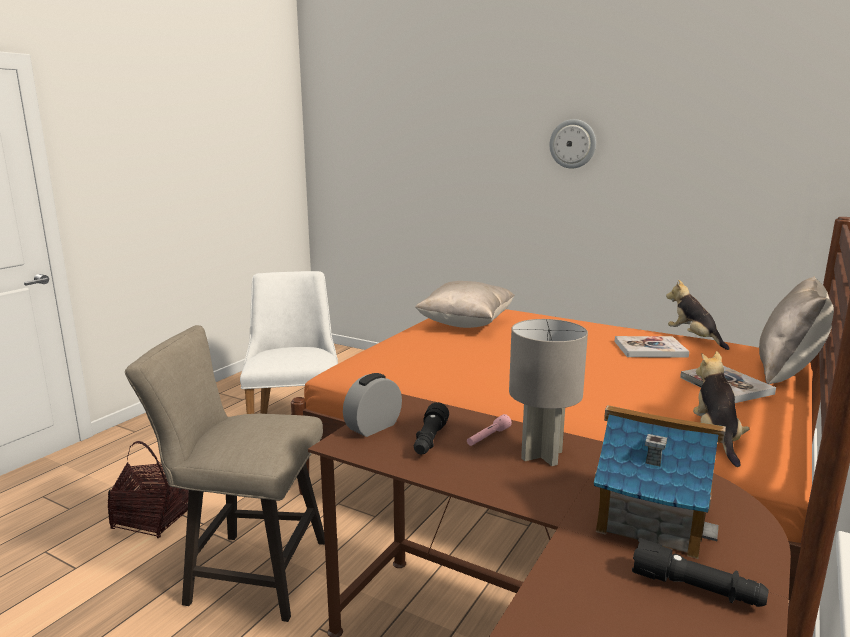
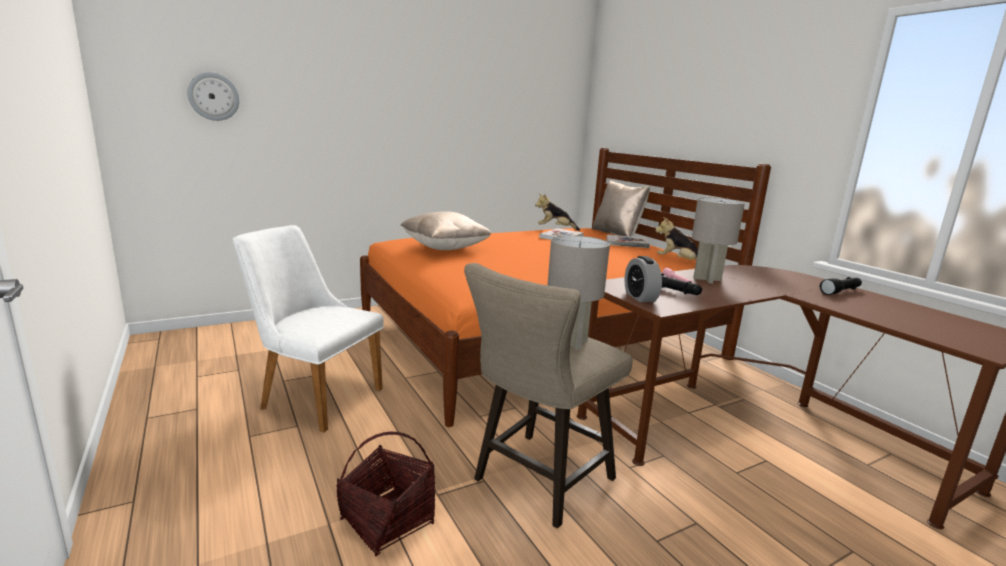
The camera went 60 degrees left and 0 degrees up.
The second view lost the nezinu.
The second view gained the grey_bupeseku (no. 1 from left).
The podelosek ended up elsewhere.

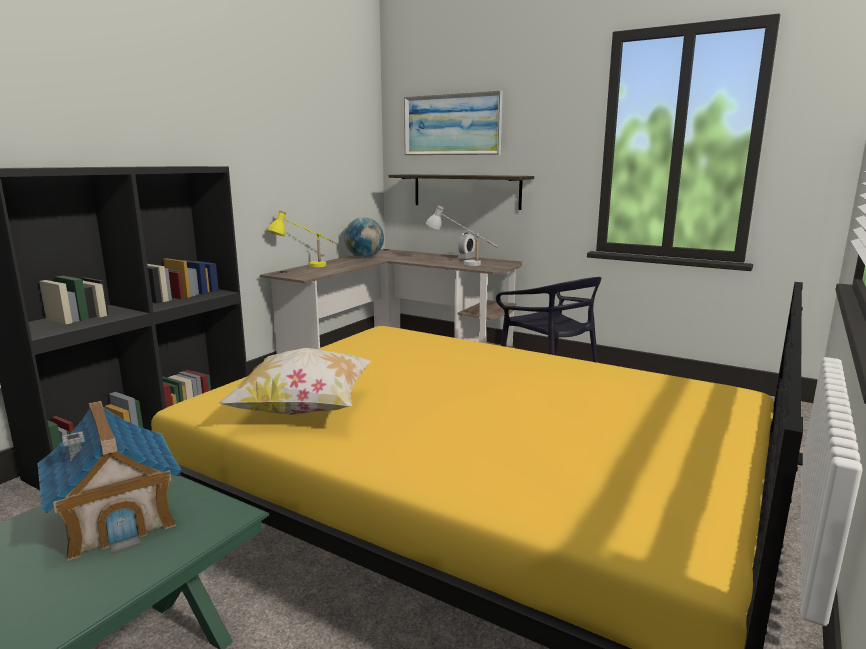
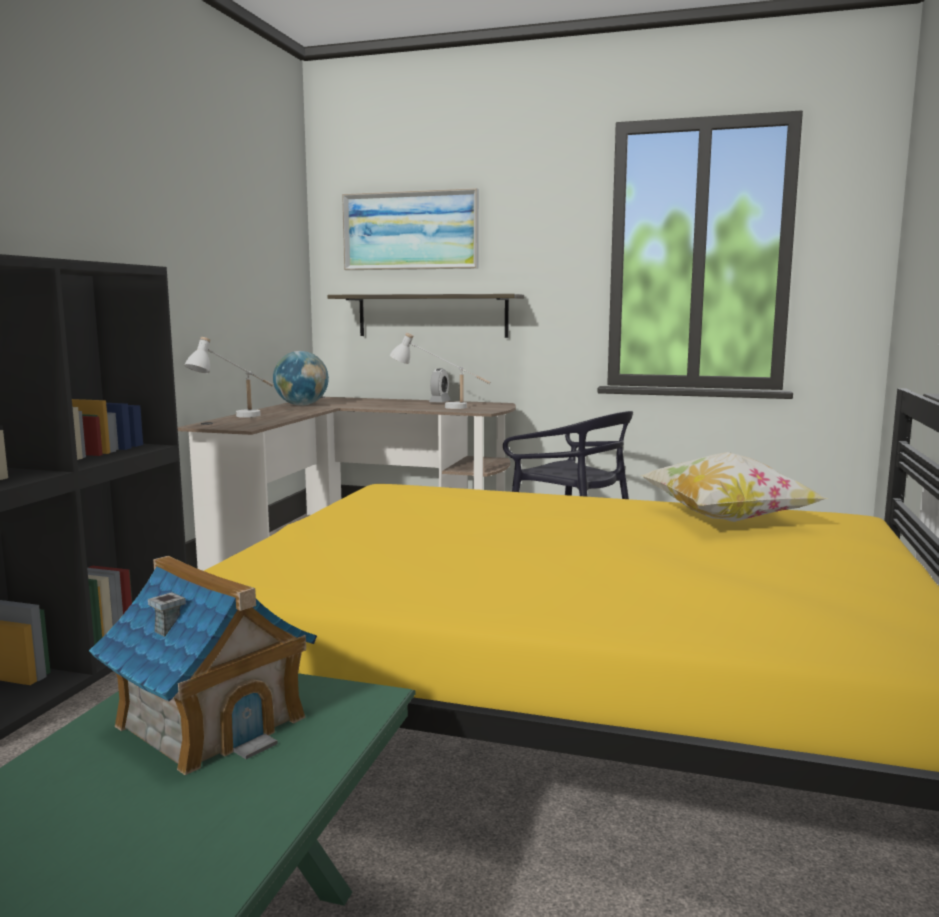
The camera went 15 degrees left and 5 degrees down.
The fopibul ended up elsewhere.
What was the yellow_bupeseku turned into the white_bupeseku (no. 1 from left).

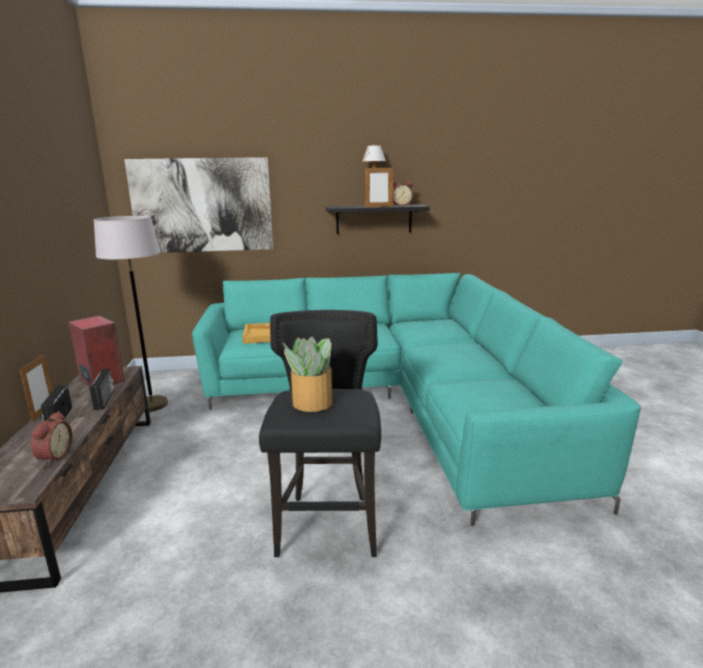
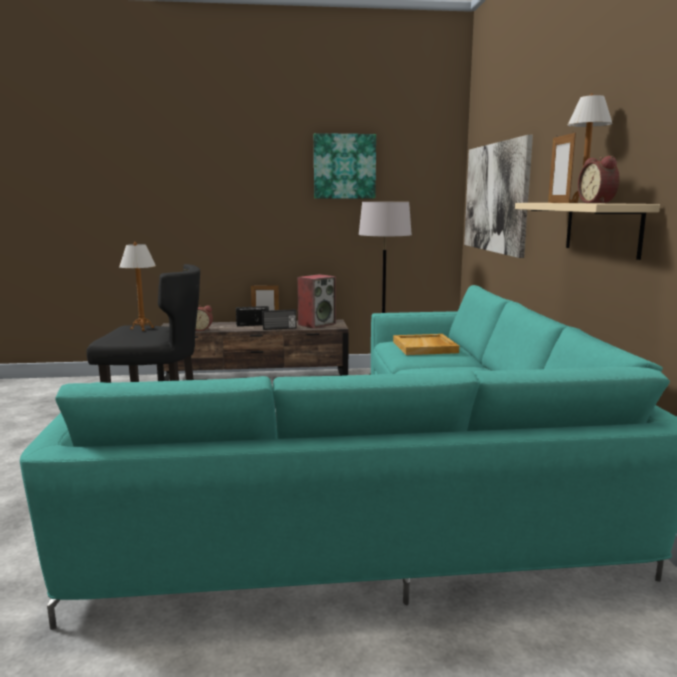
The camera went 90 degrees right and 5 degrees down.
The second view gained the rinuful (no. 1 from left).
Where the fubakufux stood, the bupeseku (no. 1 from left) came to stand.
What was the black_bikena turned into the beige_bikena.

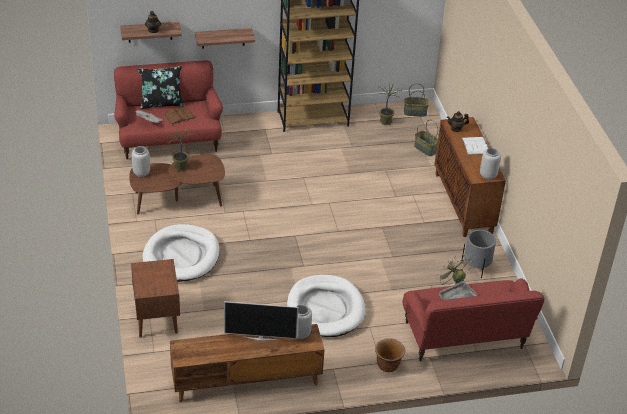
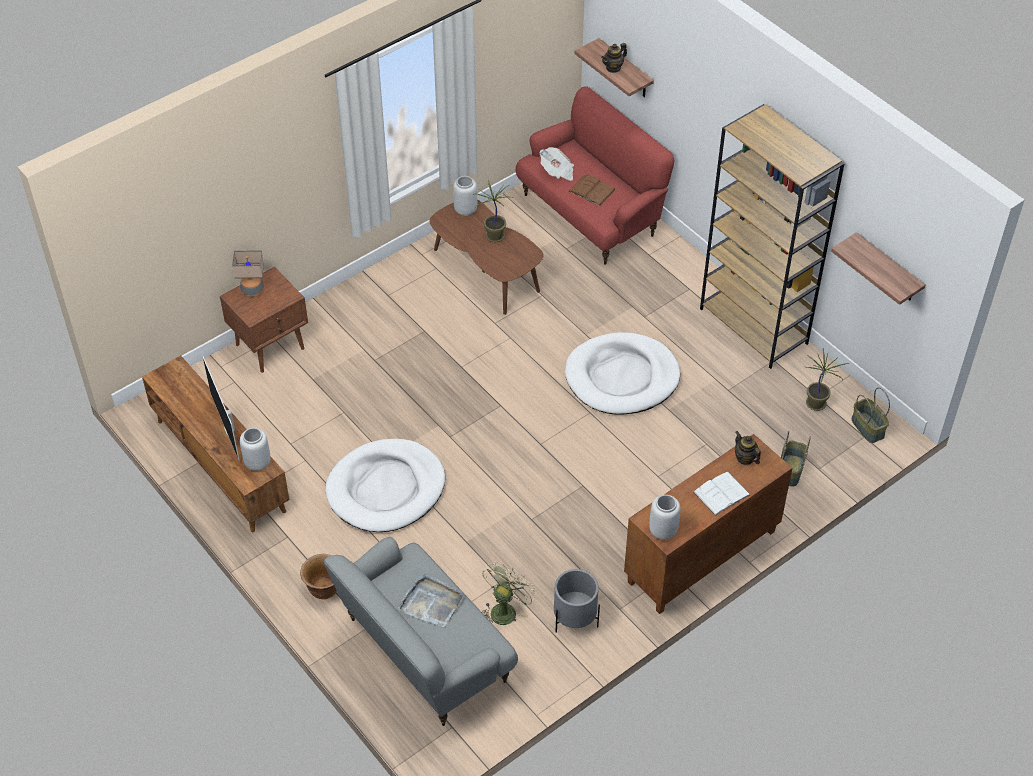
The camera went 65 degrees right and 10 degrees up.
The second view lost the black_fopibul.
The second view gained the bupeseku.
The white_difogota (no. 1 from left in the first image) ended up elsewhere.
The bikena (no. 2 from left) ended up elsewhere.
What was the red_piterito (no. 2 from left) turned into the grey_piterito.

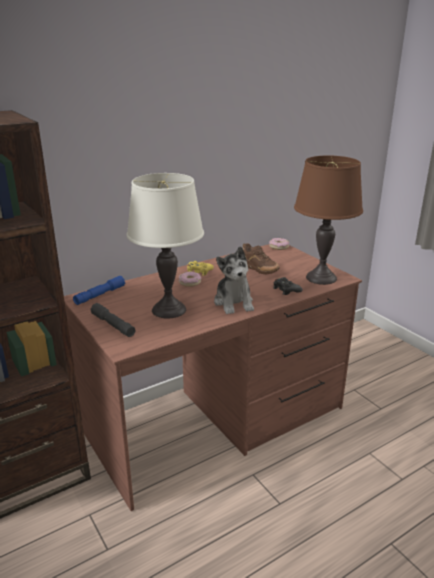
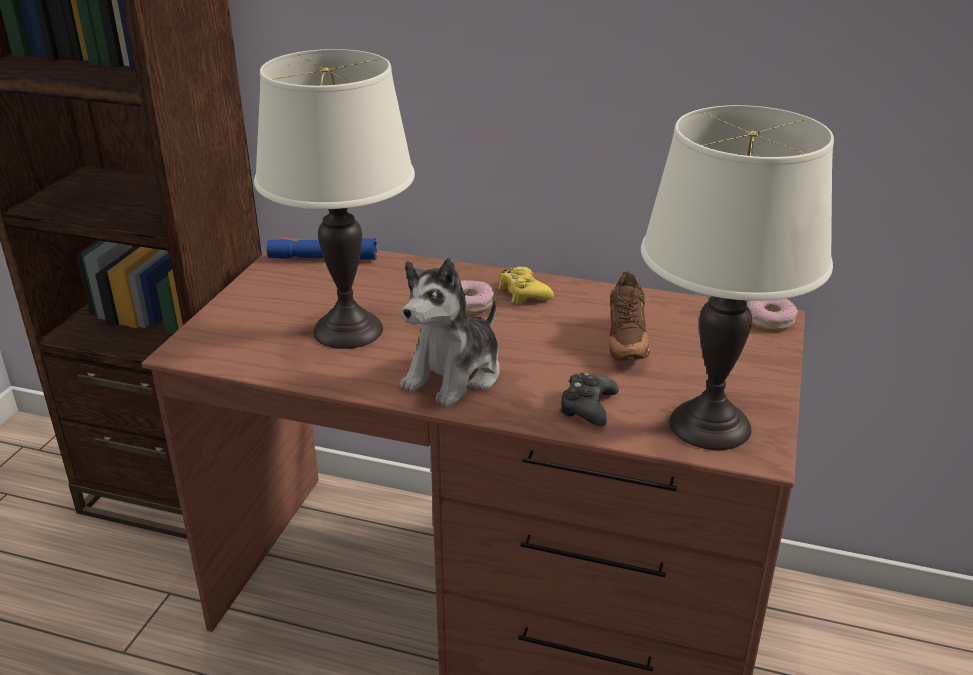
The camera went 50 degrees right and 5 degrees up.
The second view lost the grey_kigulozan.
What was the brown_bupeseku turned into the white_bupeseku (no. 2 from left).

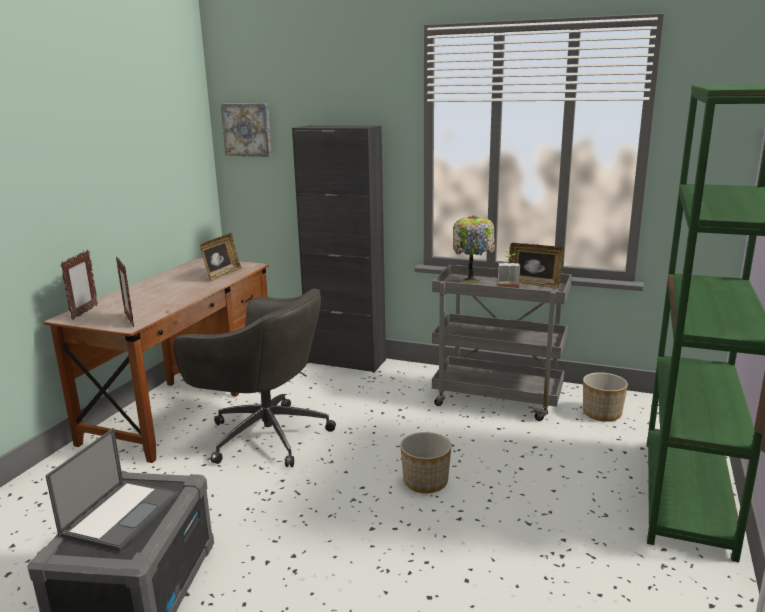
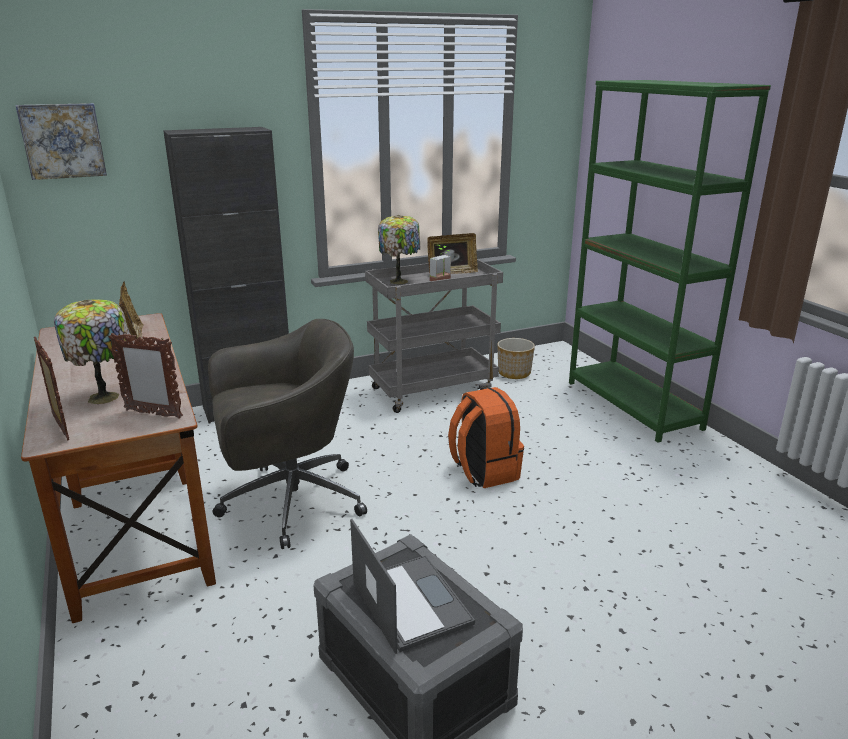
The camera went 45 degrees left and 5 degrees up.
The second view gained the bupeseku (no. 1 from left).
Where the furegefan (no. 1 from left) stood, the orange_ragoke came to stand.

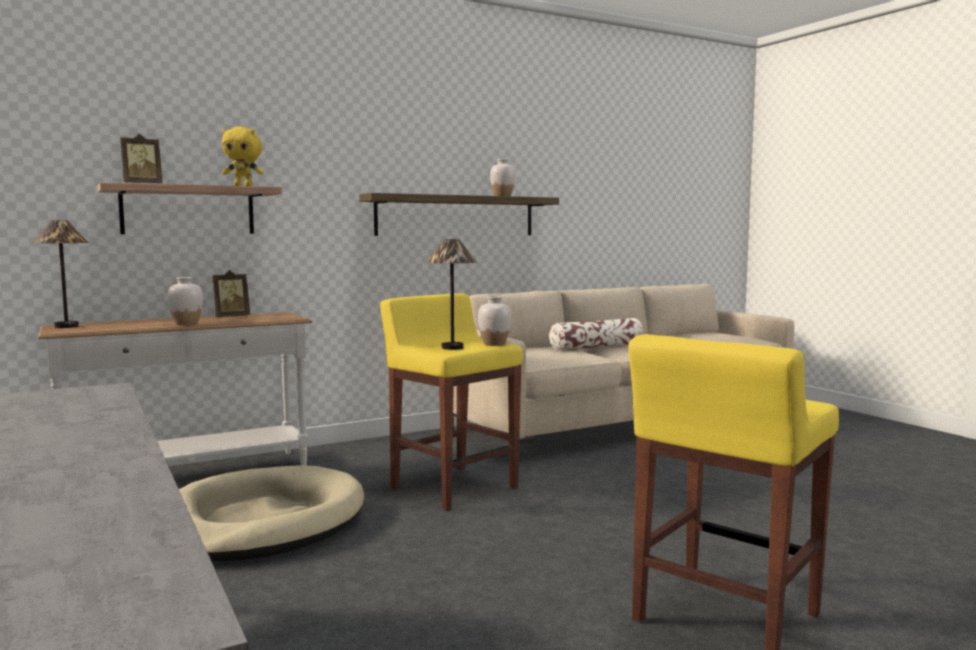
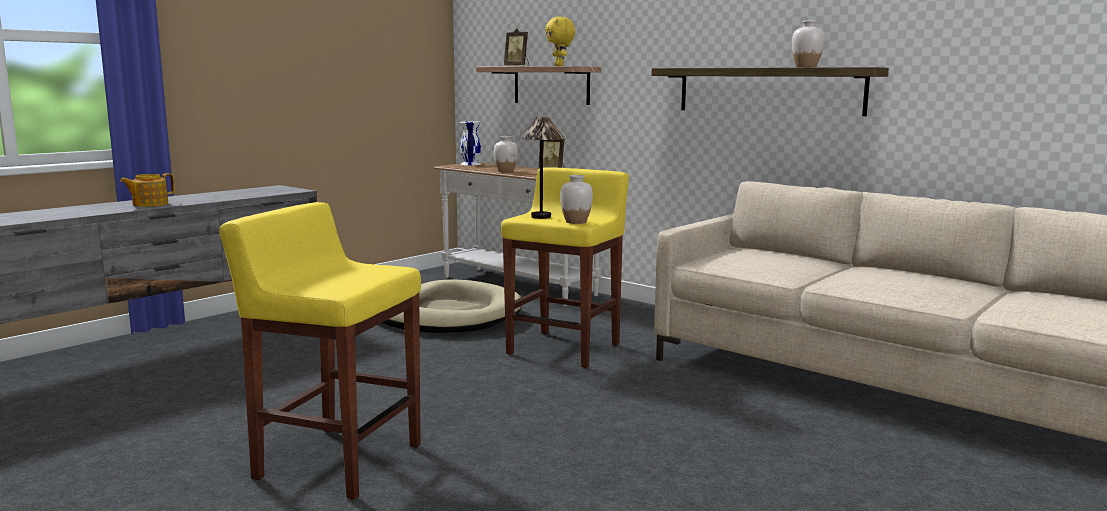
The camera went 70 degrees right and 5 degrees up.
The second view lost the fopibul.
The second view gained the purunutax.
Where the bupeseku (no. 1 from left) stood, the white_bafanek (no. 1 from left) came to stand.

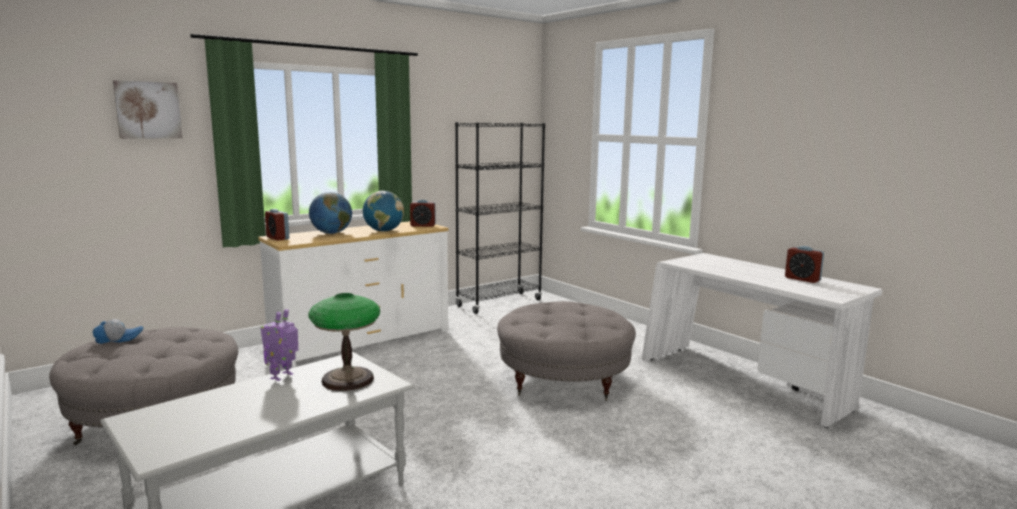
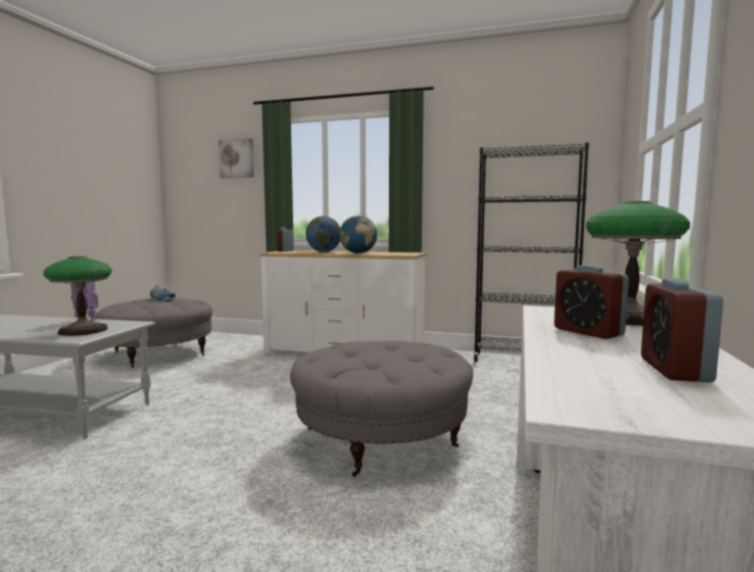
The camera went 55 degrees right and 5 degrees down.
The second view gained the bupeseku (no. 2 from left).
The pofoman (no. 2 from left) ended up elsewhere.

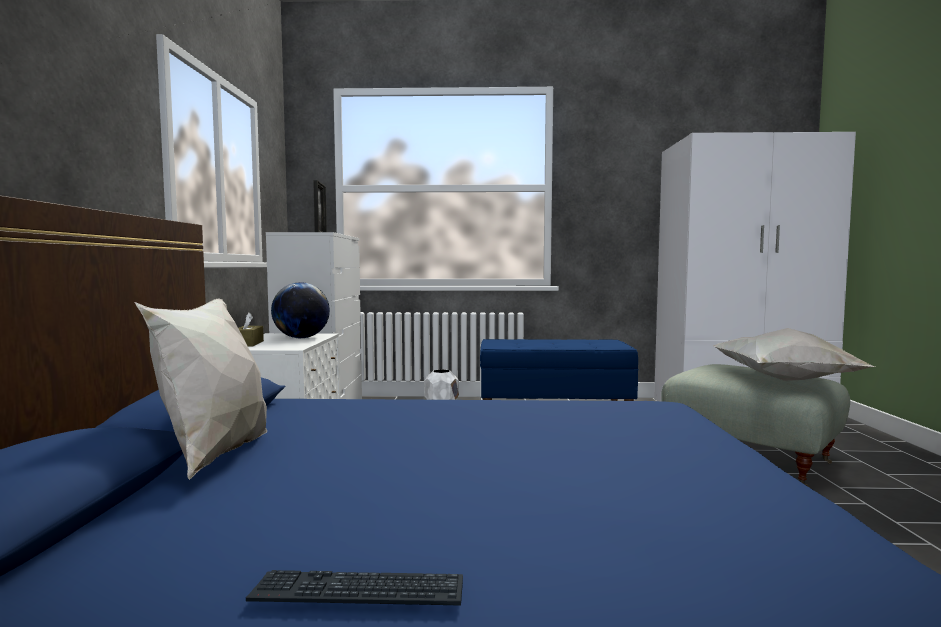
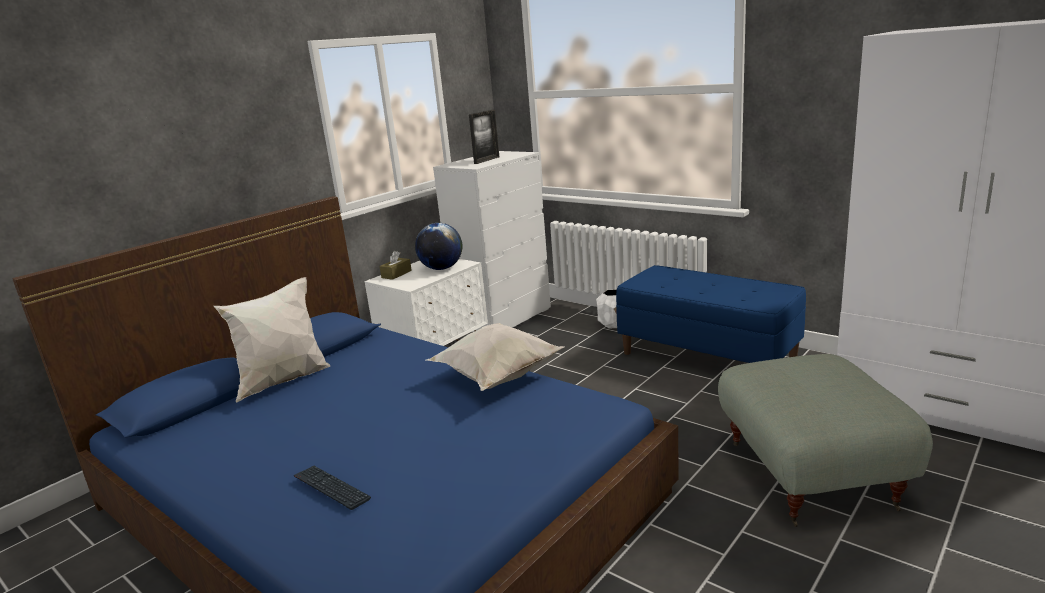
The camera went 40 degrees right and 15 degrees up.
The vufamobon ended up elsewhere.
The white_fopibul (no. 2 from left) ended up elsewhere.

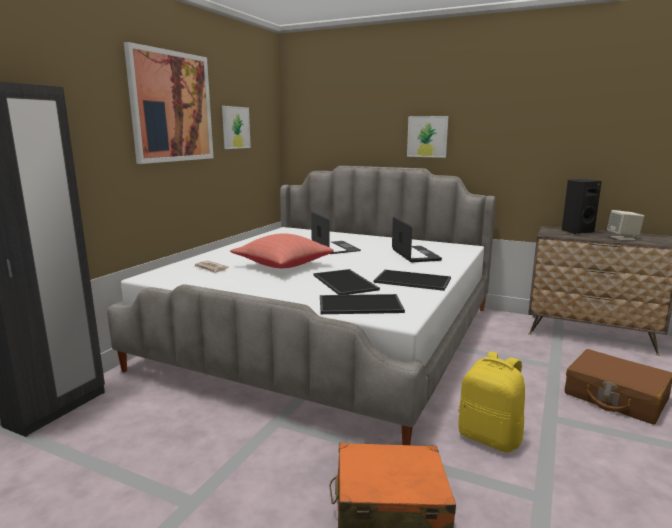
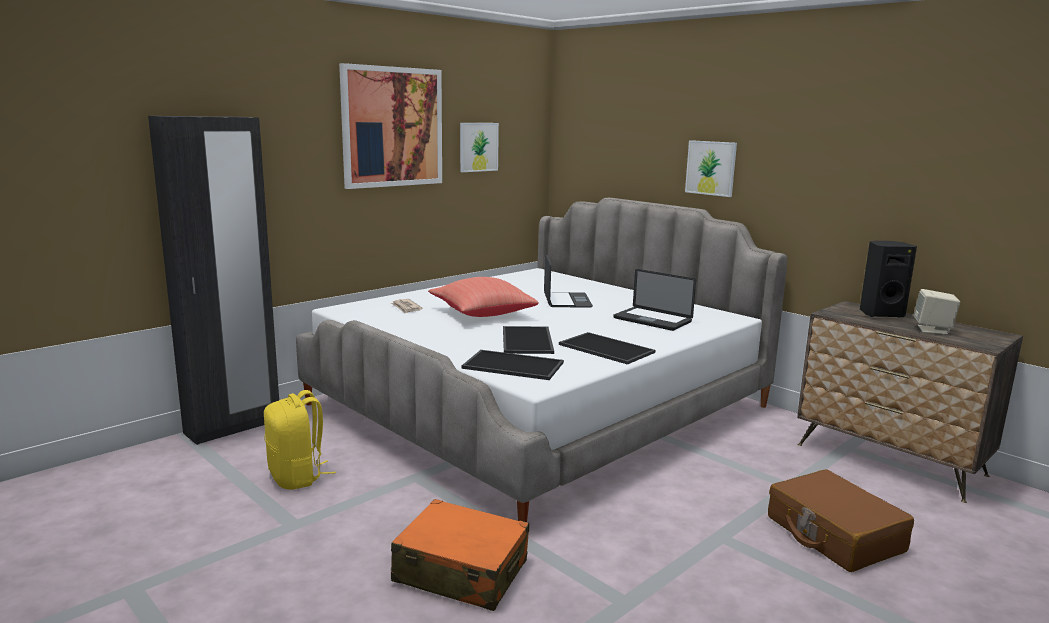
The camera went 20 degrees right and 0 degrees up.
The yellow_ragoke ended up elsewhere.
The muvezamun (no. 2 from left) ended up facing another way, 120 degrees clockwise from before.

